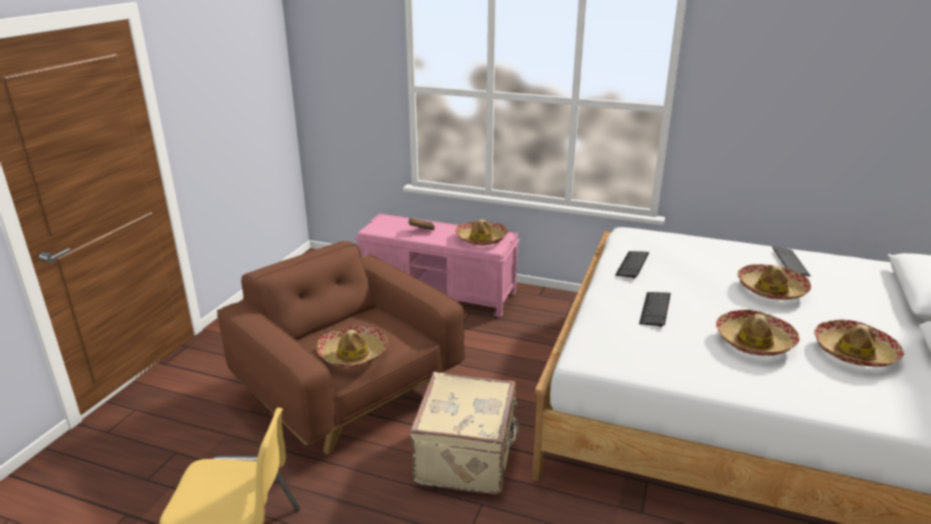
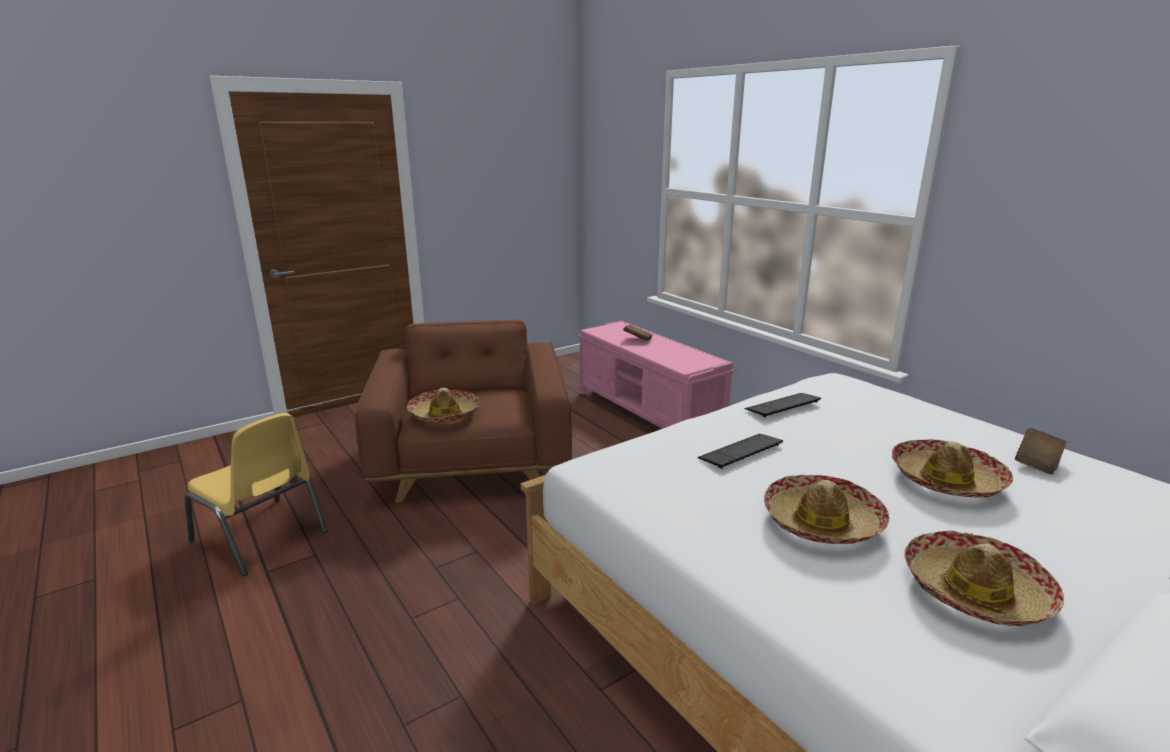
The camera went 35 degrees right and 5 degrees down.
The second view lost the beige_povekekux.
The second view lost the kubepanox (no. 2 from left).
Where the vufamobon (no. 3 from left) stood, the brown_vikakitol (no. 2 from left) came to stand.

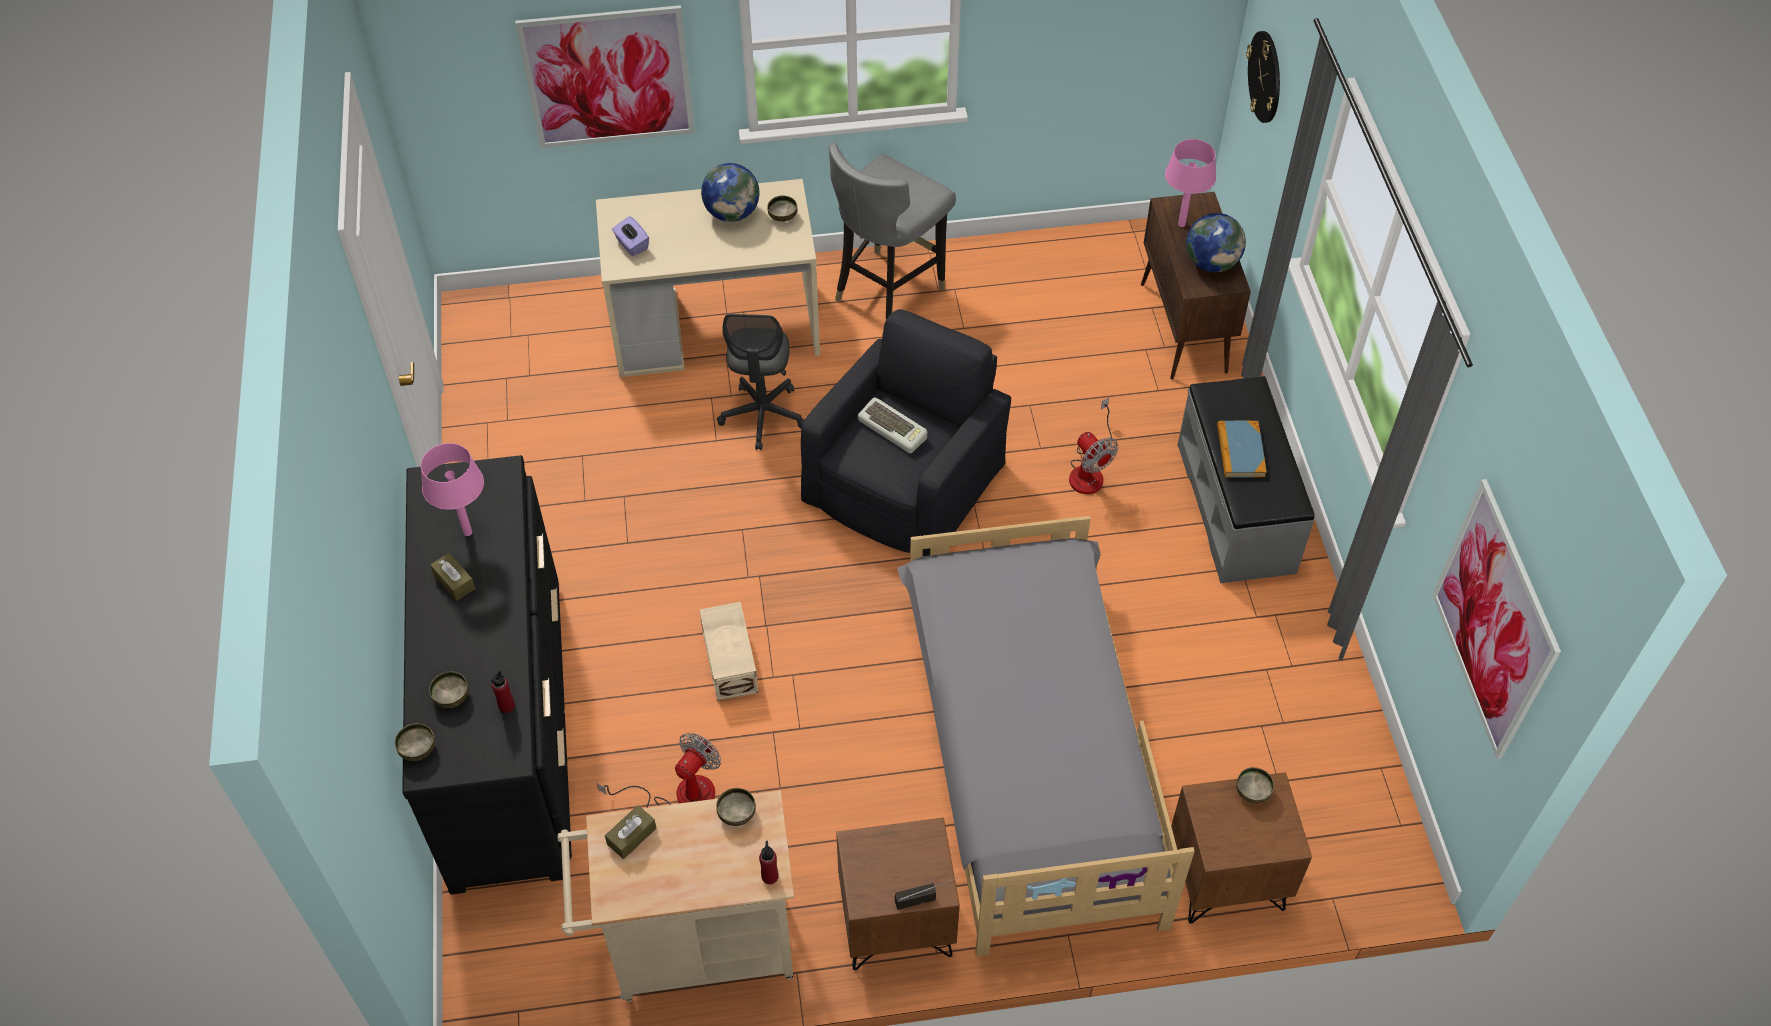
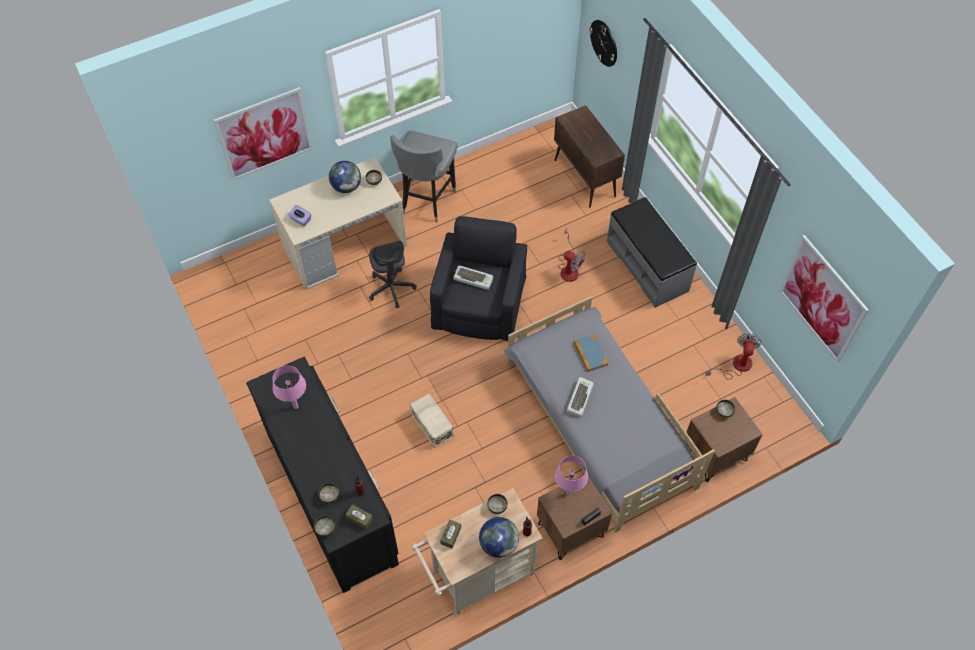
The camera went 20 degrees left and 5 degrees up.
The second view gained the vufamobon (no. 2 from left).
The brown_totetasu (no. 1 from left) ended up elsewhere.
The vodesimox (no. 1 from left in the first image) ended up elsewhere.
The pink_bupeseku (no. 2 from left) ended up elsewhere.
The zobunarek (no. 2 from left) ended up elsewhere.
The vikakitol ended up elsewhere.

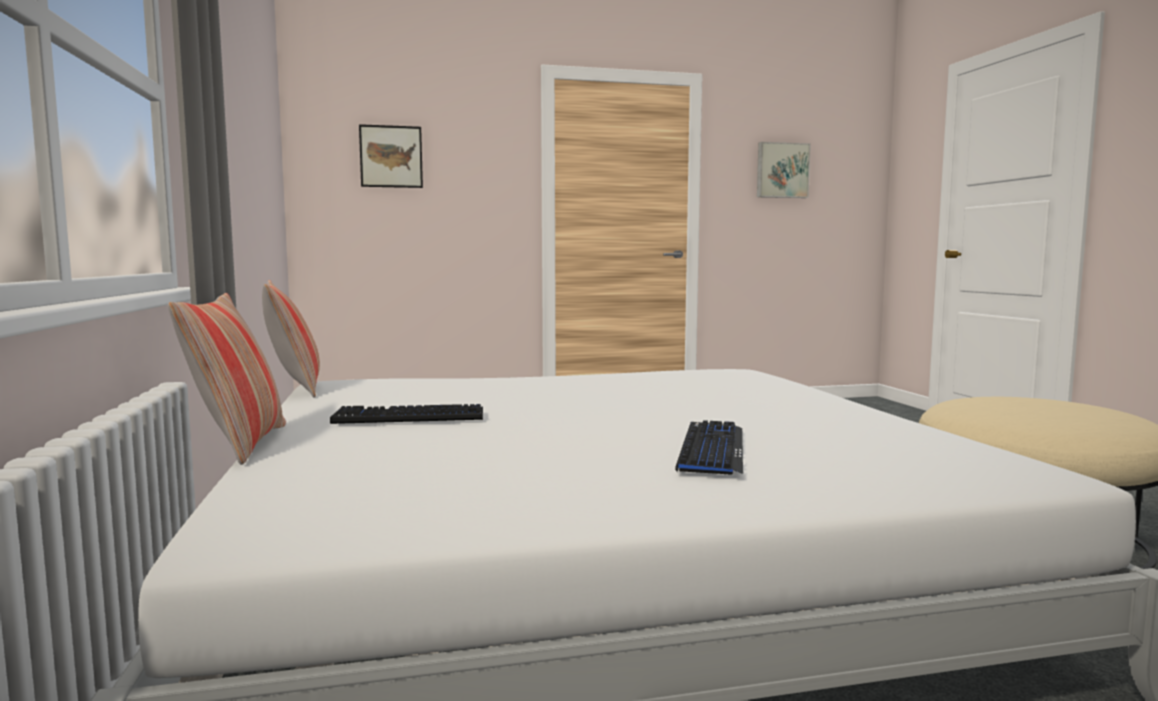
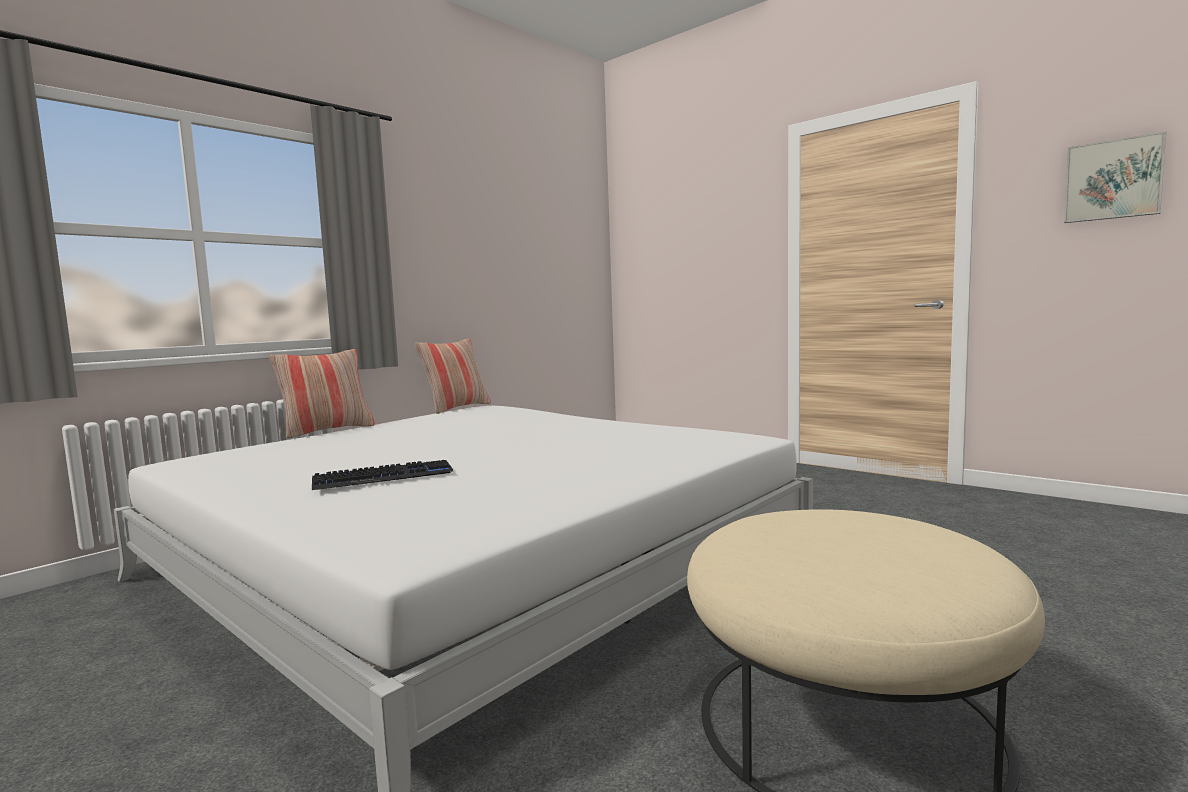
The camera went 55 degrees right and 0 degrees up.
The second view lost the vufamobon (no. 1 from left).
The second view lost the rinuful (no. 1 from left).

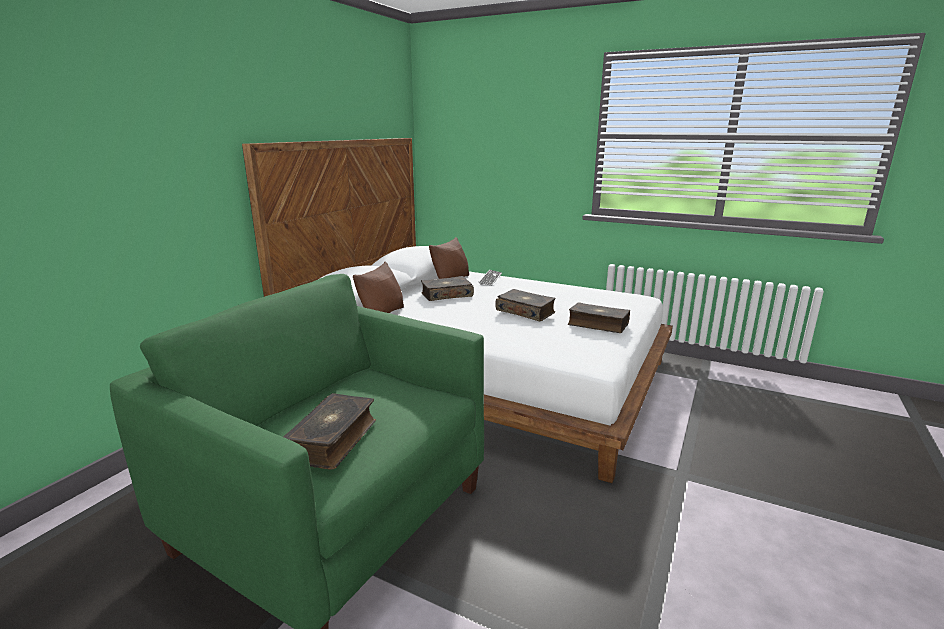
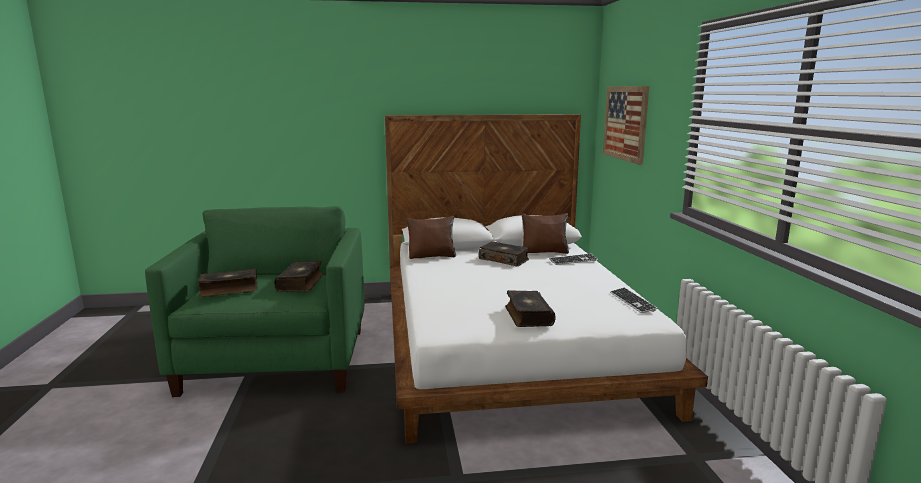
The camera went 55 degrees right and 5 degrees down.
The second view gained the rinuful.
The second view gained the vufamobon (no. 2 from left).
The vikakitol (no. 3 from left in the first image) ended up elsewhere.

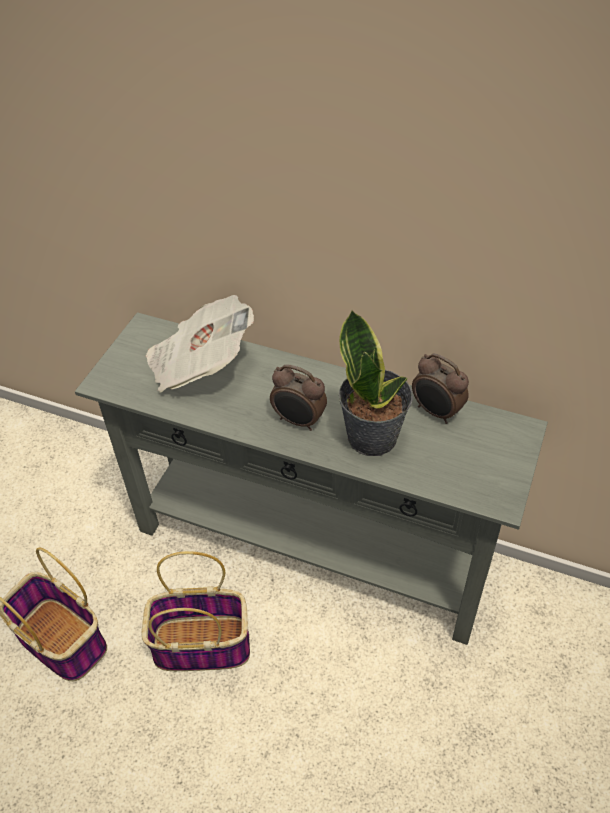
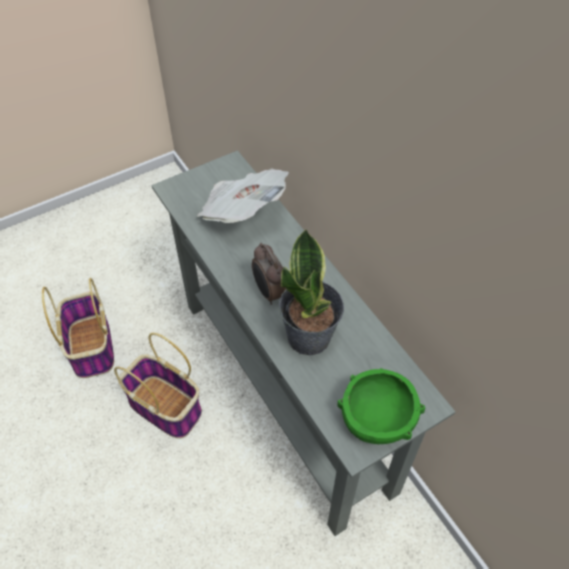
The camera went 35 degrees right and 5 degrees up.
The second view lost the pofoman (no. 2 from left).
The second view gained the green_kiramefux.

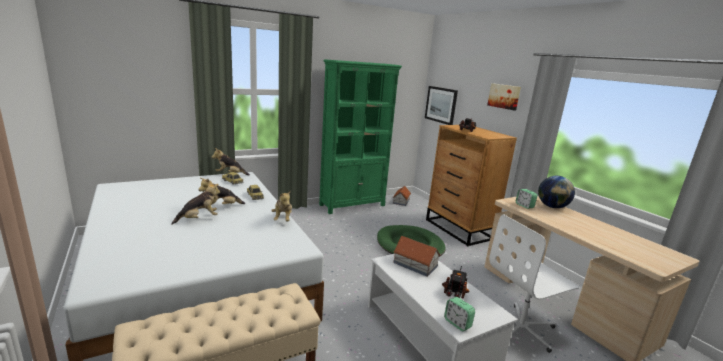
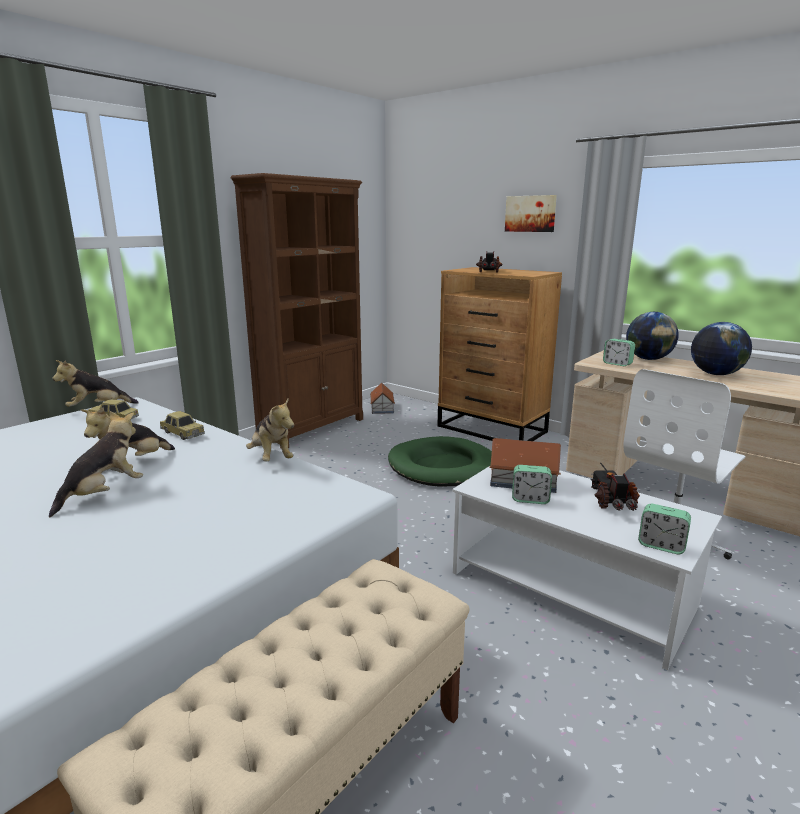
The camera went 20 degrees left and 0 degrees up.
The second view lost the rinuful (no. 1 from left).
The second view gained the pofoman (no. 1 from left).
The second view gained the zobunarek (no. 2 from left).
What was the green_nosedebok turned into the brown_nosedebok.

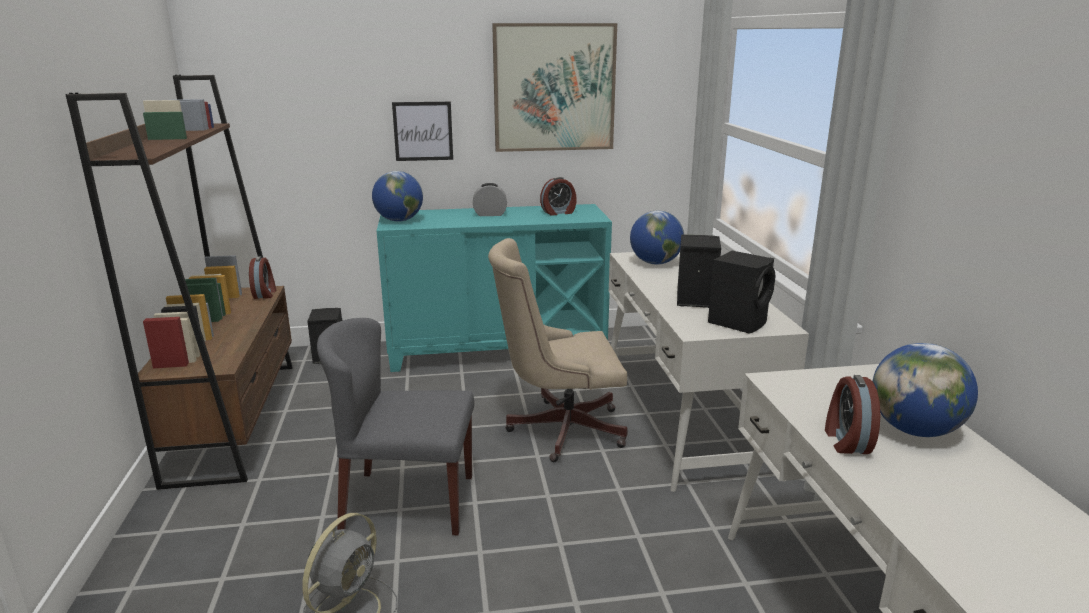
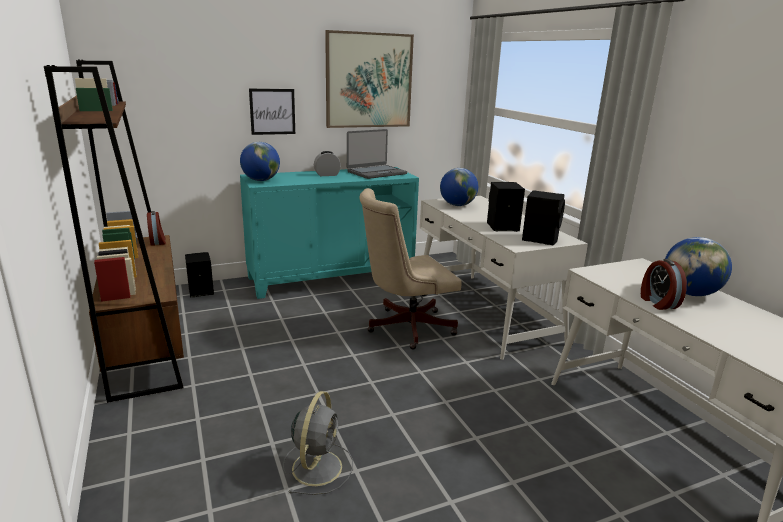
The camera went 15 degrees left and 0 degrees up.
The second view lost the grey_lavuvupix.
Where the pofoman (no. 3 from left) stood, the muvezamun came to stand.

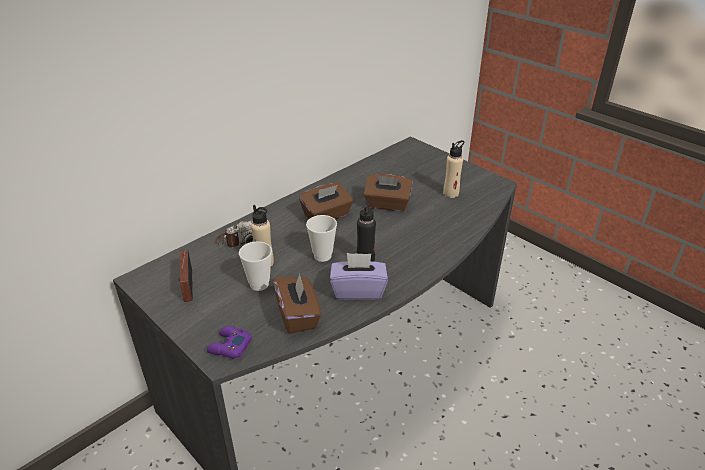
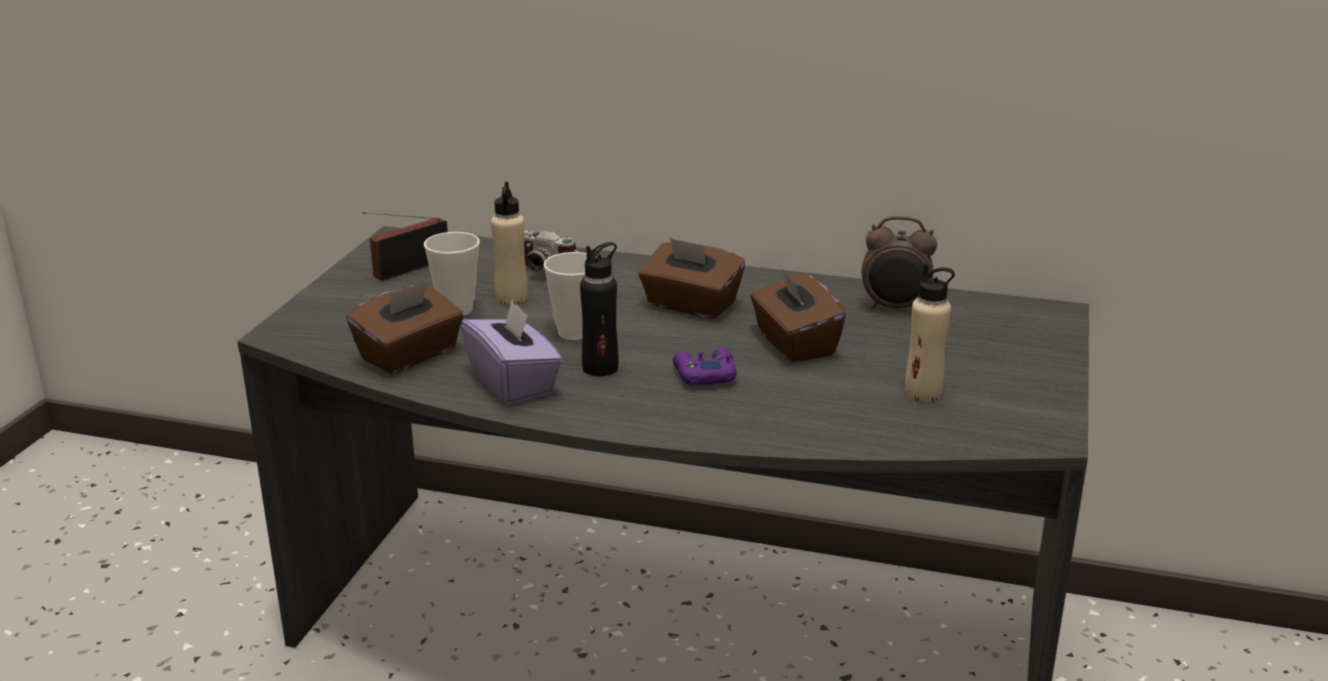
The camera went 60 degrees right and 10 degrees down.
The second view gained the pofoman.
The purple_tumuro ended up elsewhere.

